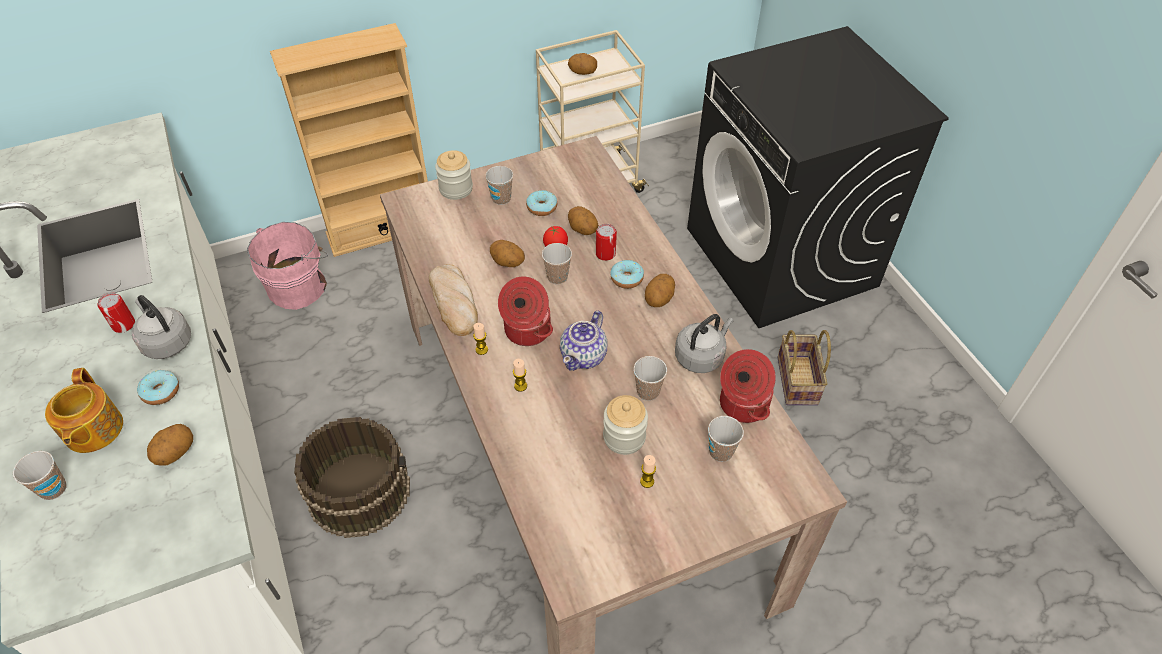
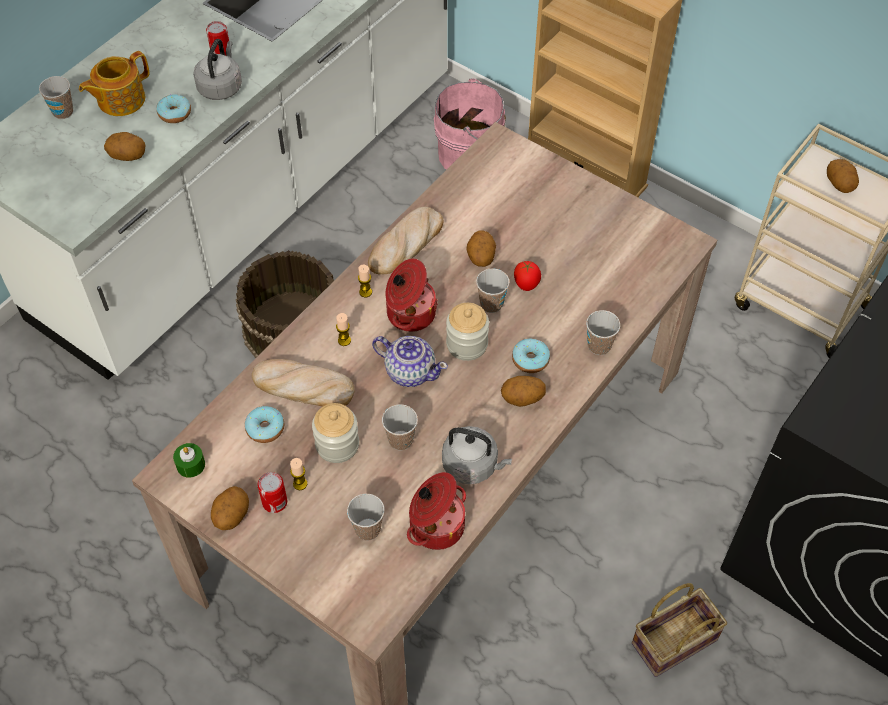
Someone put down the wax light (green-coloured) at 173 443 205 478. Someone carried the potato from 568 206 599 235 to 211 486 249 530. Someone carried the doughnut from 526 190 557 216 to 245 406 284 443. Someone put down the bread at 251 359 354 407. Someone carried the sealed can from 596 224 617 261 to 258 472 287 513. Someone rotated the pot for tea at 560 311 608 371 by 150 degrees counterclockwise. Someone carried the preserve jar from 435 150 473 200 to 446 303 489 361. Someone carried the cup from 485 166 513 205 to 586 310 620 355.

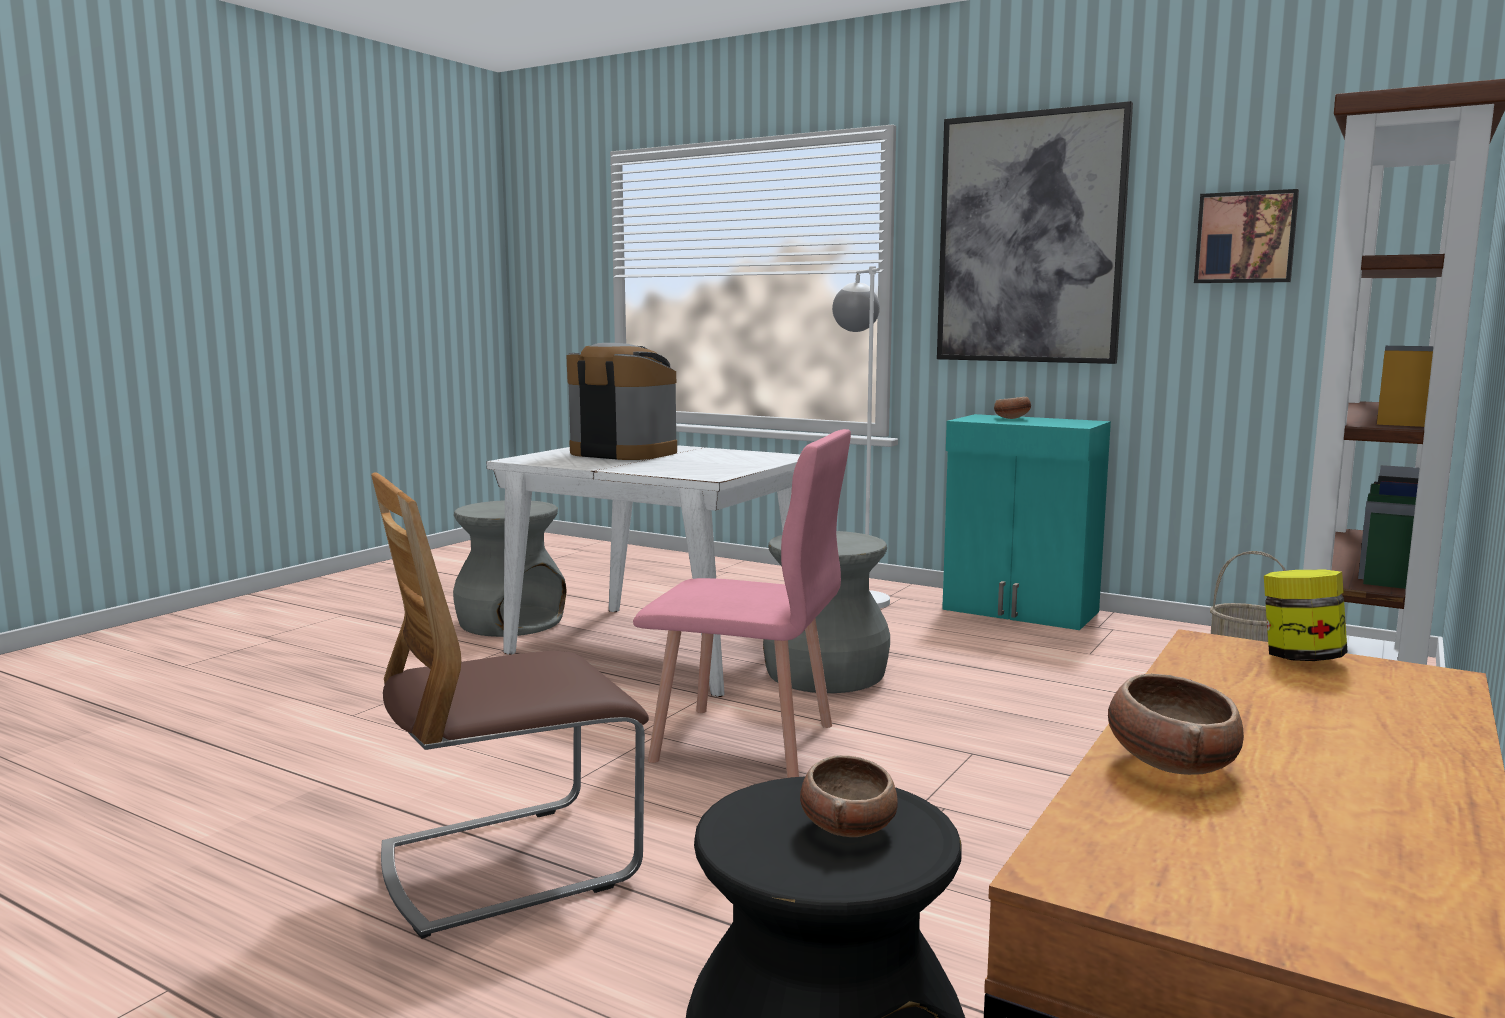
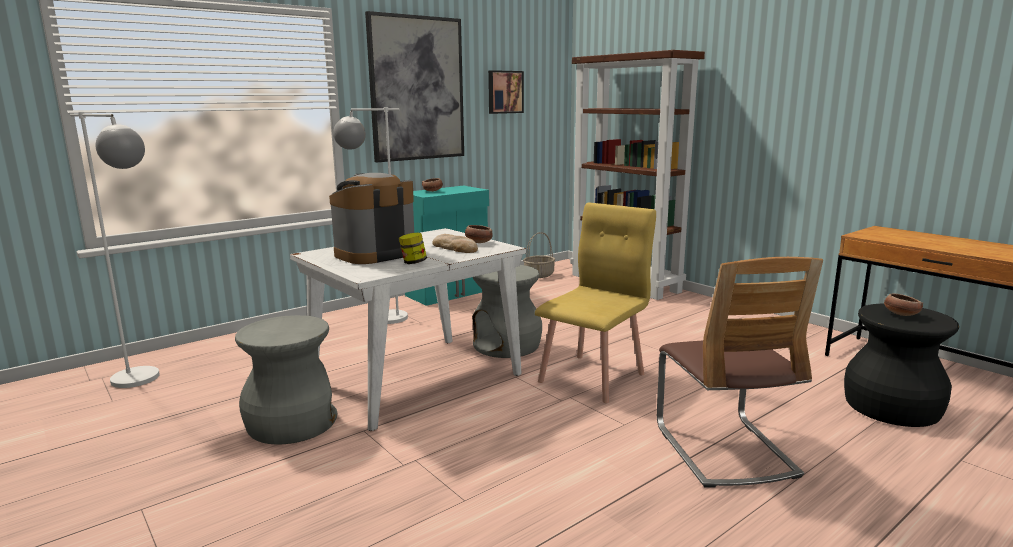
Someone put down the standing lamp (whitish) at 70 112 160 388. Someone carried the preserve jar from 1264 570 1348 661 to 399 232 427 264. Someone put down the bread at 432 234 478 253. Someone carried the serving bowl from 1108 674 1244 775 to 465 225 493 243. Someone repainted the plain chair (pinkish) at 633 429 851 778, which became the plain chair (yellow-coloured) at 535 202 656 403.

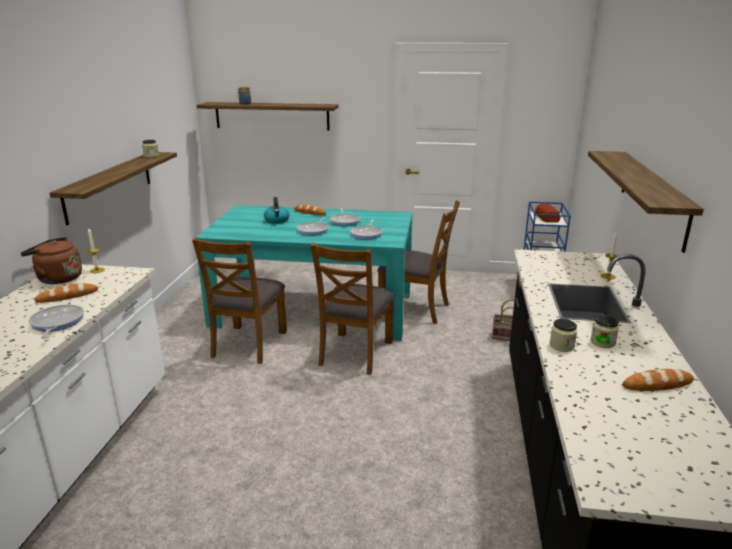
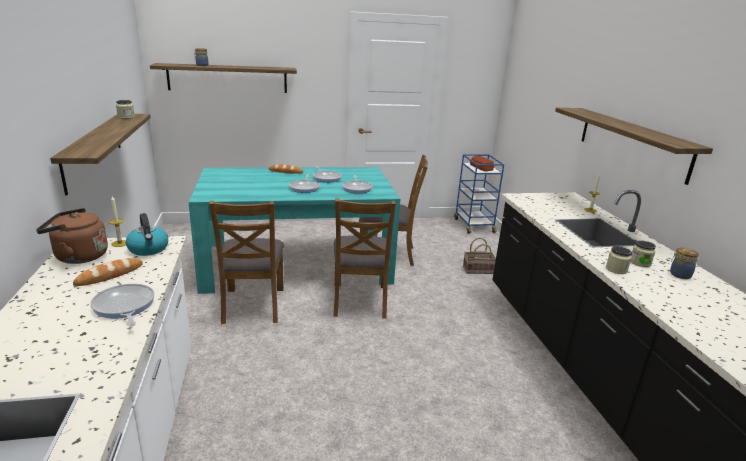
Someone carried the tea kettle from 264 197 289 224 to 126 213 168 256. Someone put down the preserve jar at 670 248 699 279. Someone took away the bread at 622 369 694 391.

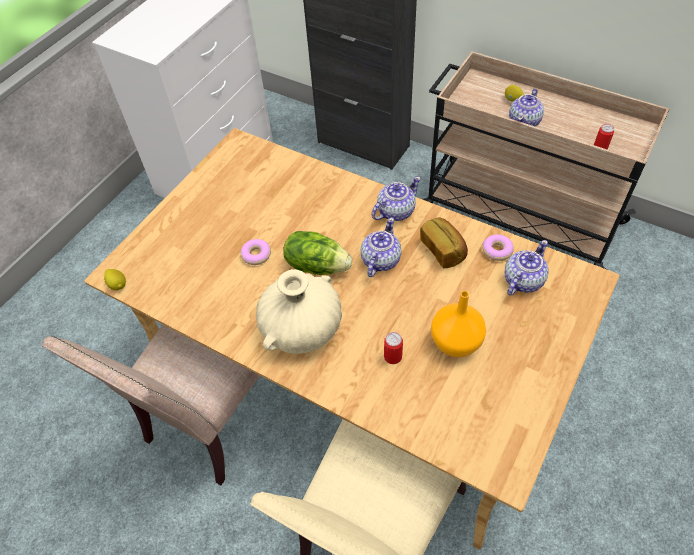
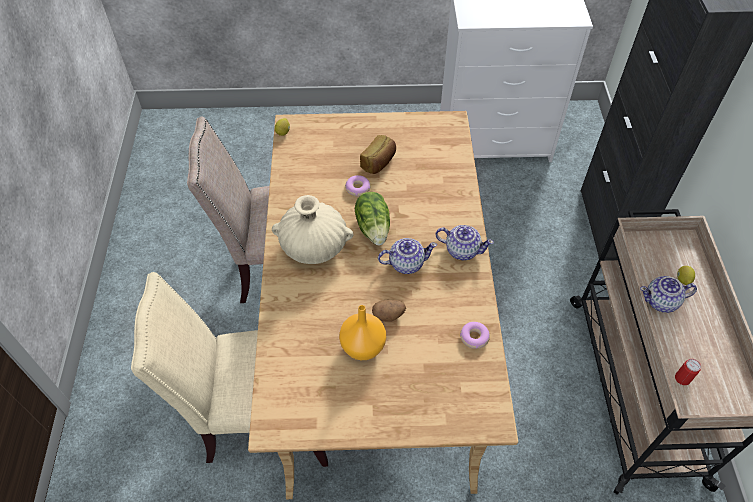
Someone carried the bread from 420 218 468 268 to 360 135 396 174. Someone put down the potato at 372 300 406 322. Someone took away the sealed can at 384 332 403 364. Someone took away the pot for tea at 504 240 549 296.

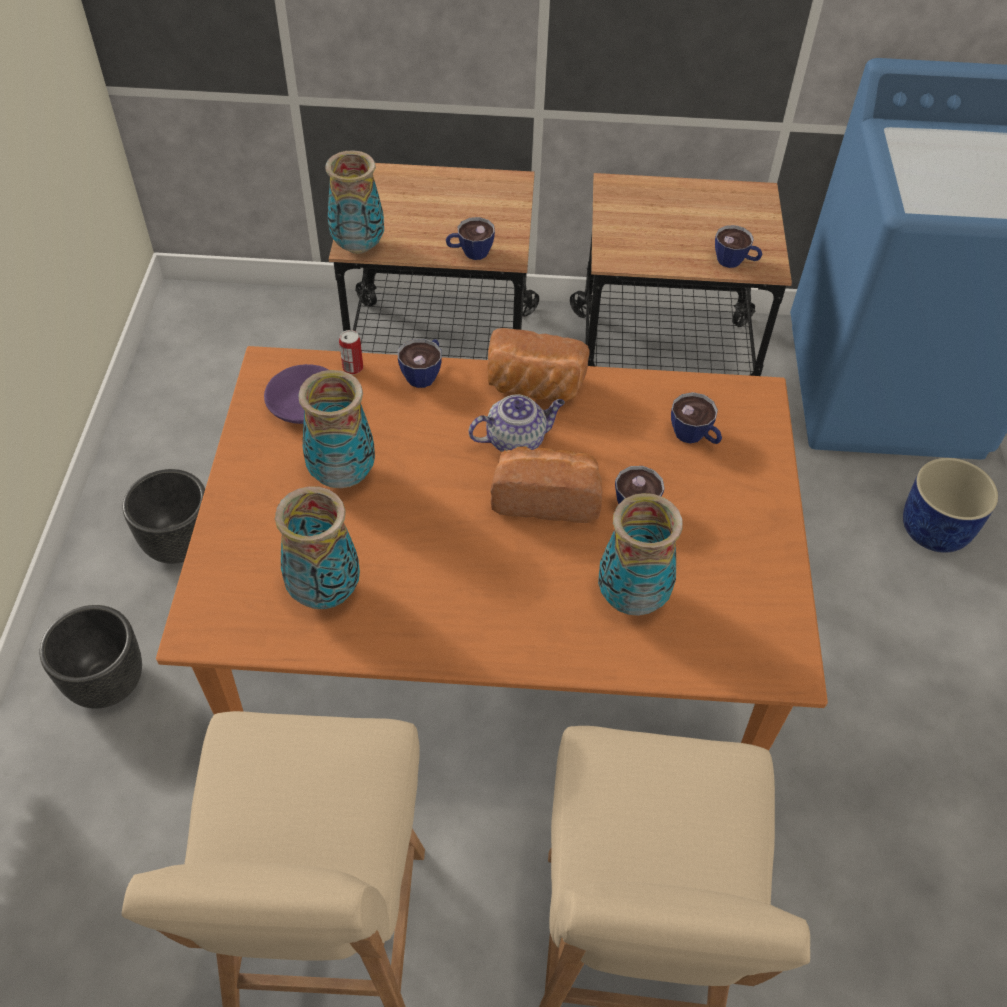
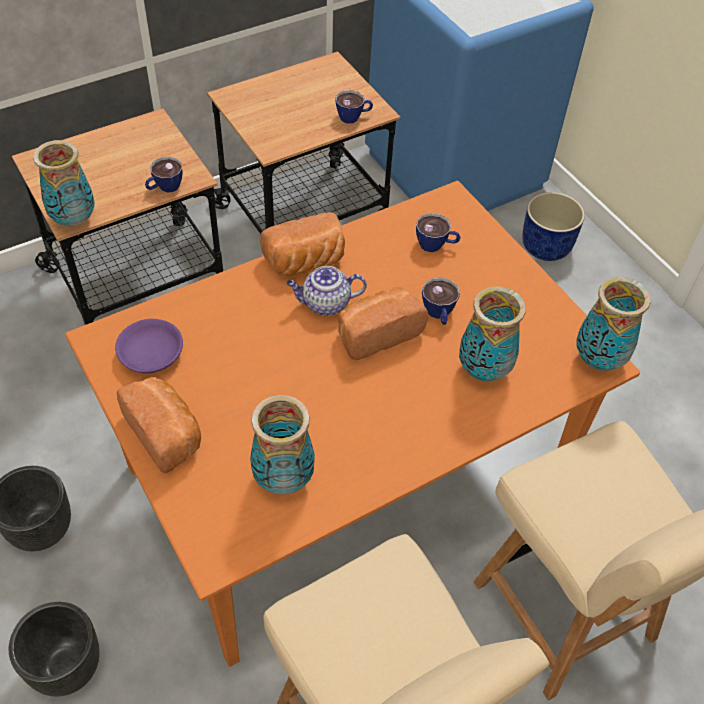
Someone put down the bread at 117 377 201 474. Someone rotated the pot for tea at 469 394 565 452 by 135 degrees counterclockwise. Someone carried the decorative vase from 298 370 375 488 to 576 277 651 371. Someone took away the sealed can at 339 330 363 375. Someone took away the cup at 398 339 442 388.

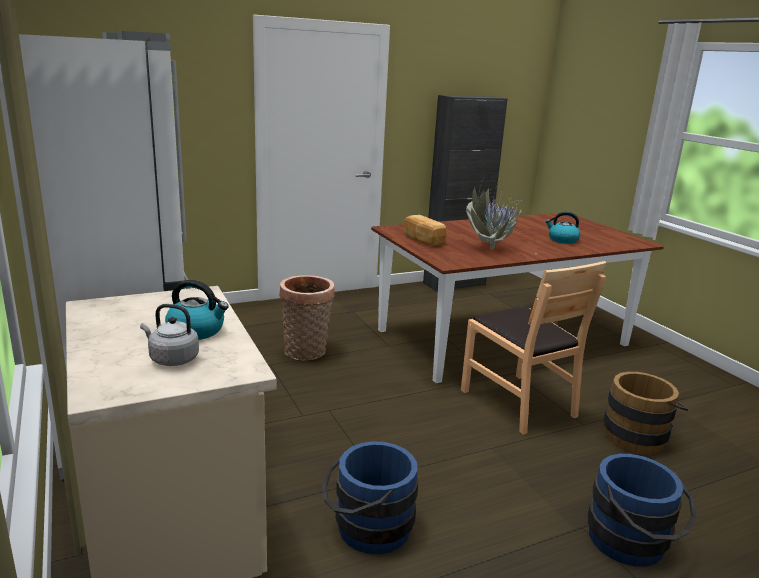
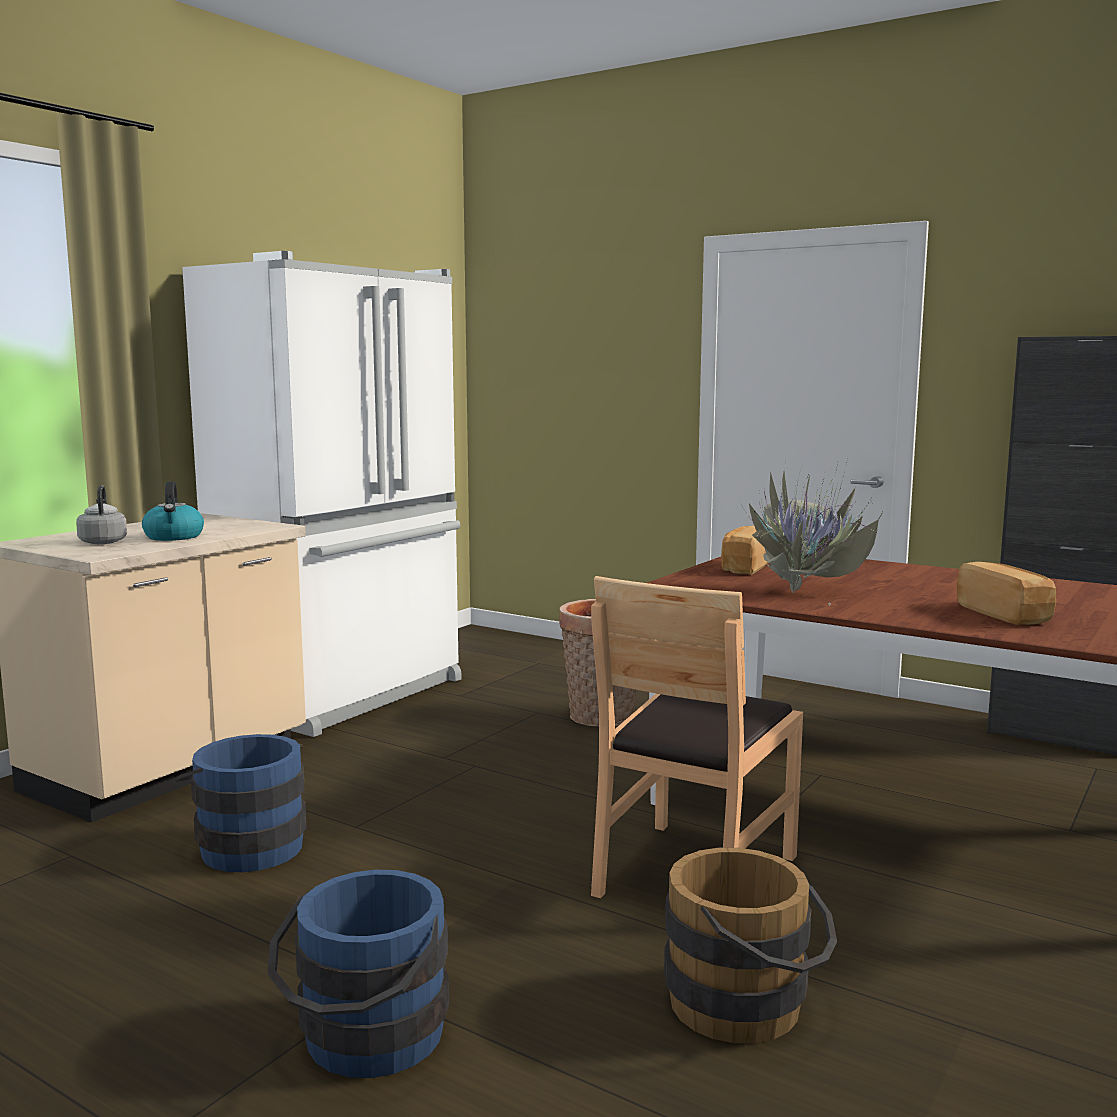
Someone swapped the tea kettle at 546 211 580 244 for the bread at 957 562 1056 625.

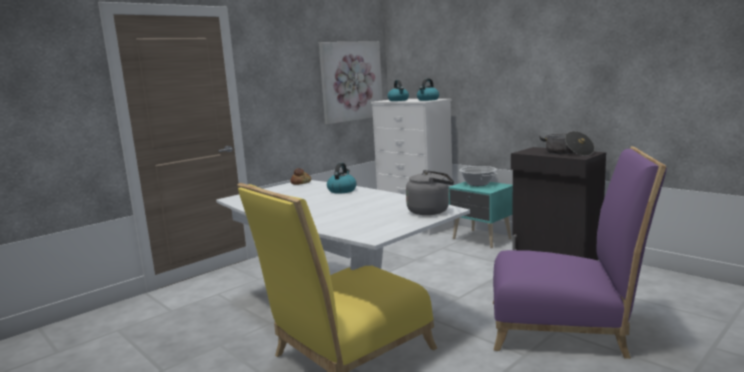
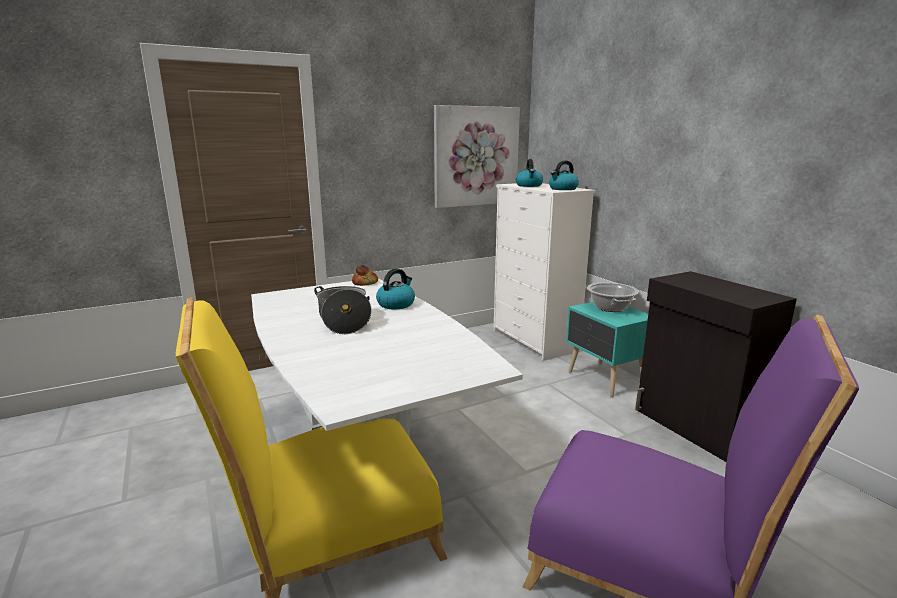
Someone carried the stockpot from 539 131 595 156 to 314 286 372 334. Someone took away the tea kettle (grey) at 406 170 454 215.

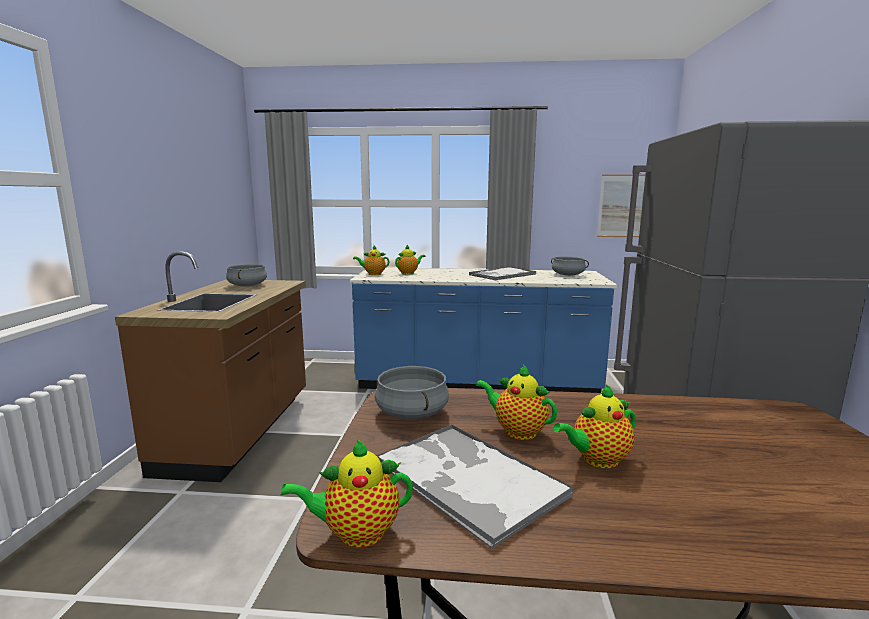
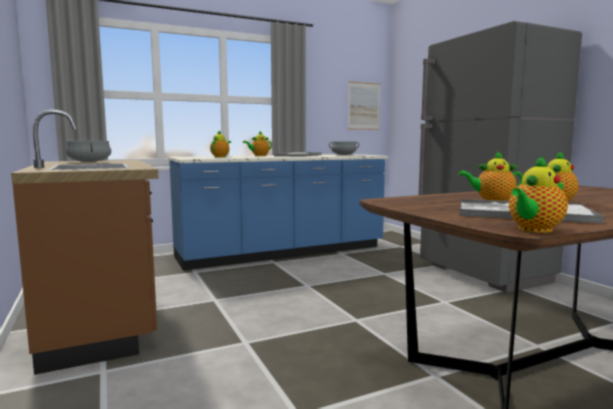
Someone carried the pot for tea from 353 245 389 275 to 243 131 272 156. Someone took away the stockpot (grey) at 375 366 449 419.

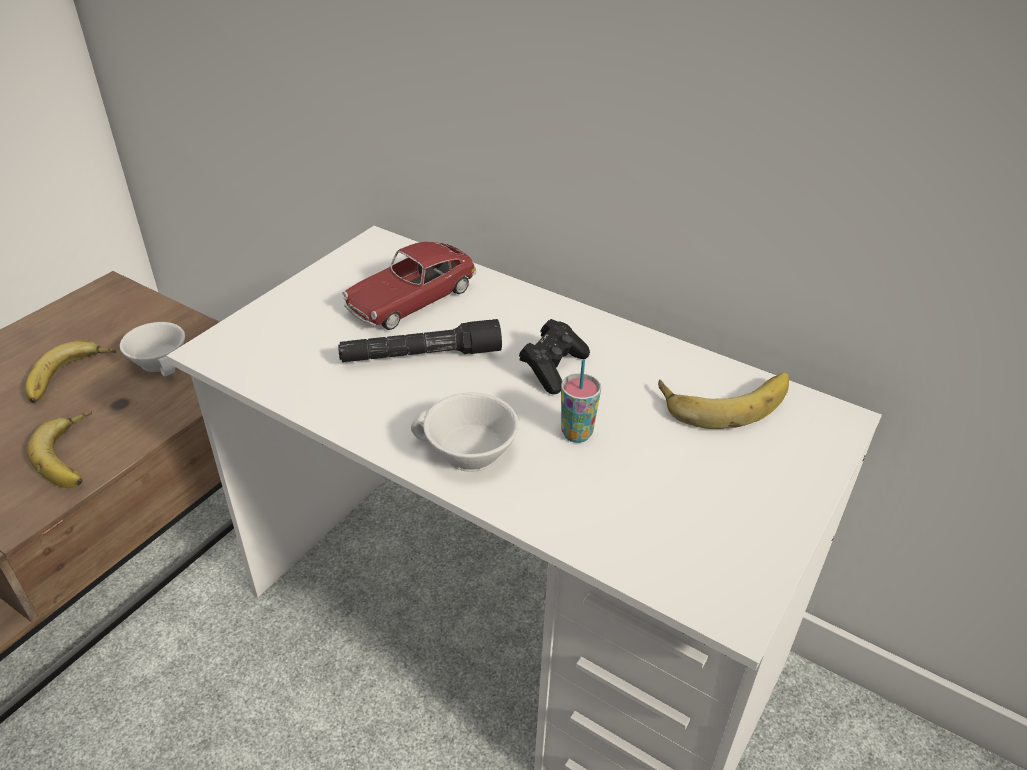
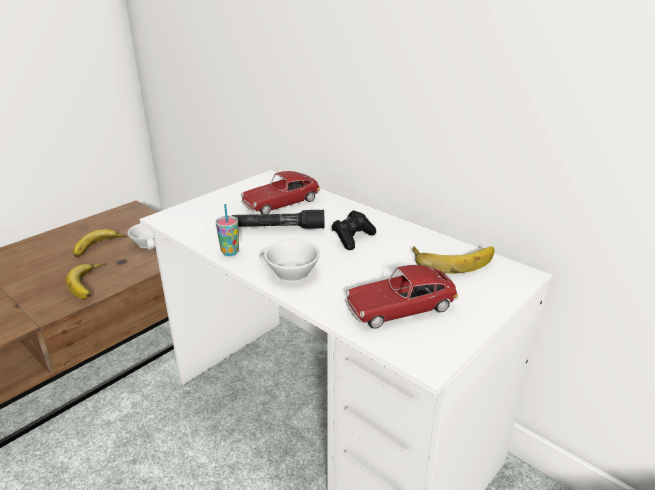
Someone carried the cup from 561 359 601 443 to 216 204 239 256. Someone put down the model car at 345 265 458 329.

